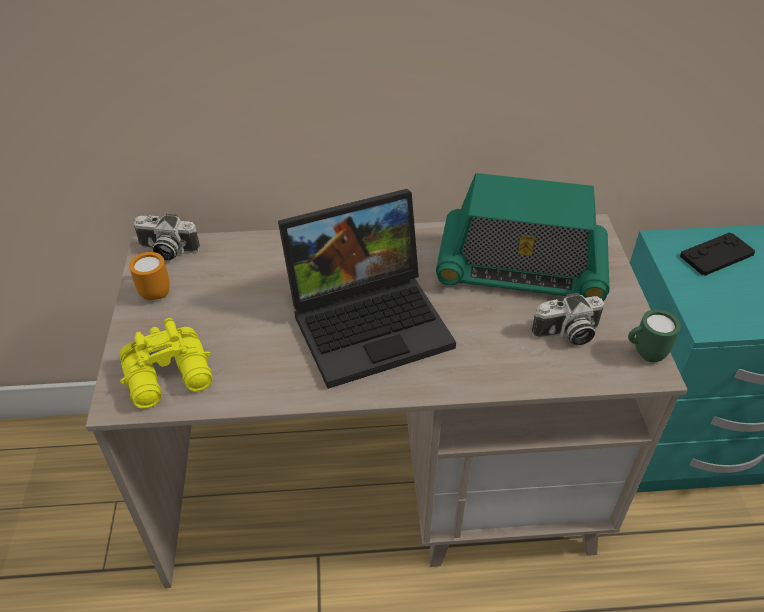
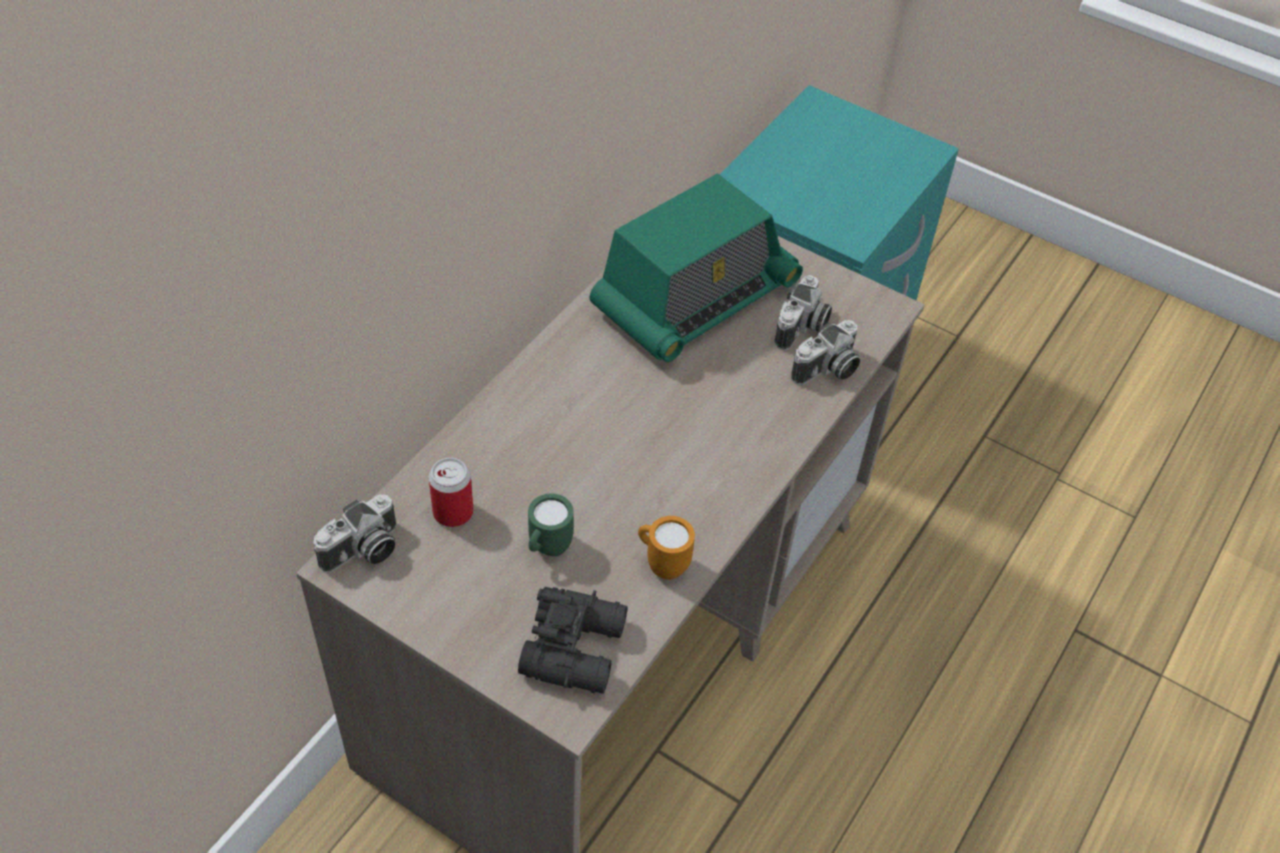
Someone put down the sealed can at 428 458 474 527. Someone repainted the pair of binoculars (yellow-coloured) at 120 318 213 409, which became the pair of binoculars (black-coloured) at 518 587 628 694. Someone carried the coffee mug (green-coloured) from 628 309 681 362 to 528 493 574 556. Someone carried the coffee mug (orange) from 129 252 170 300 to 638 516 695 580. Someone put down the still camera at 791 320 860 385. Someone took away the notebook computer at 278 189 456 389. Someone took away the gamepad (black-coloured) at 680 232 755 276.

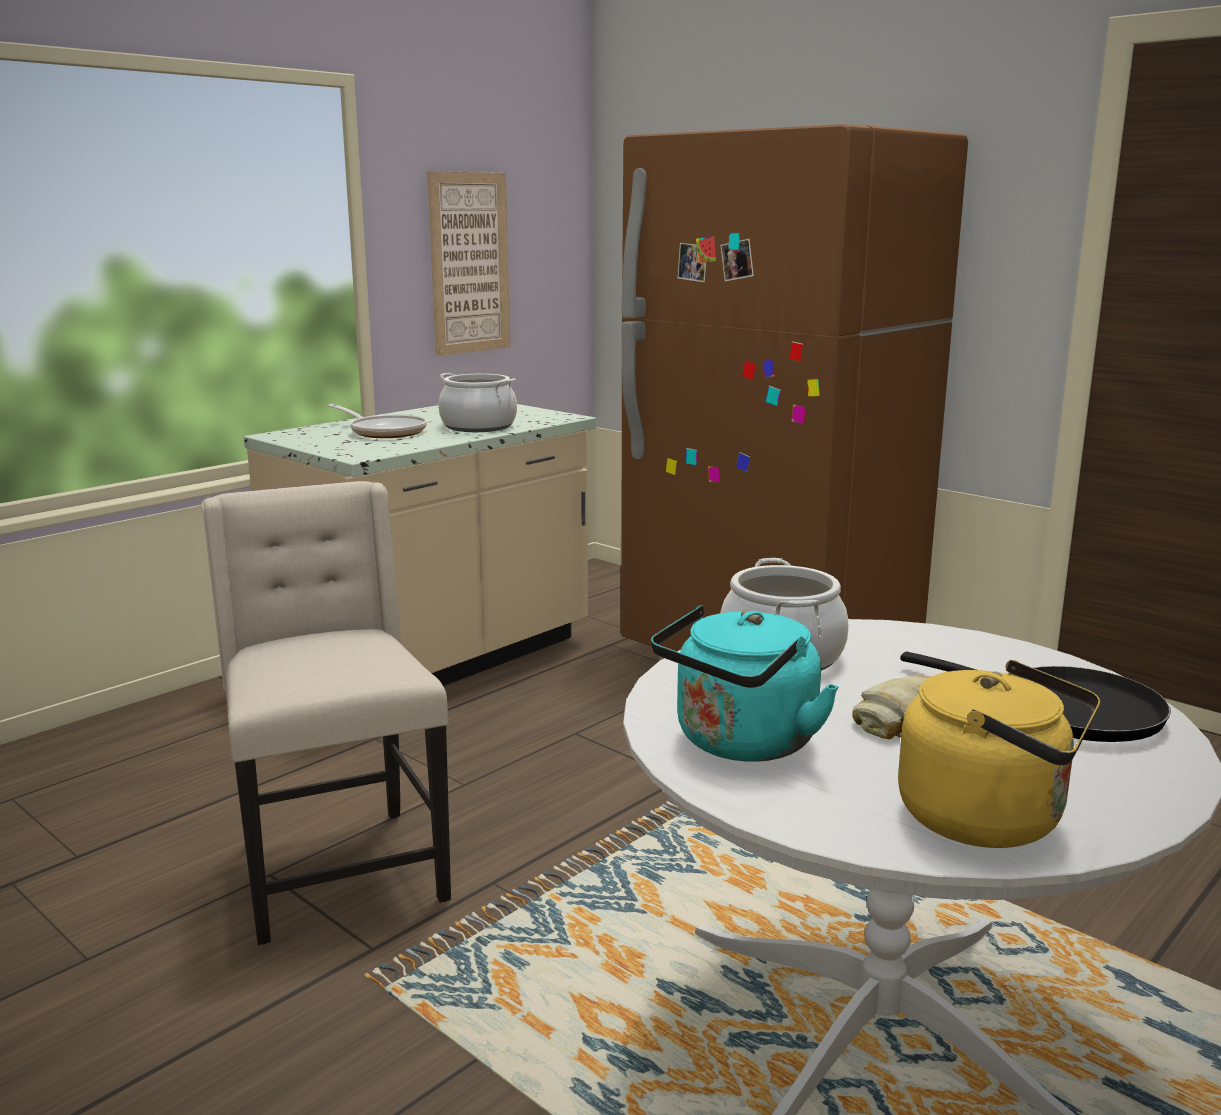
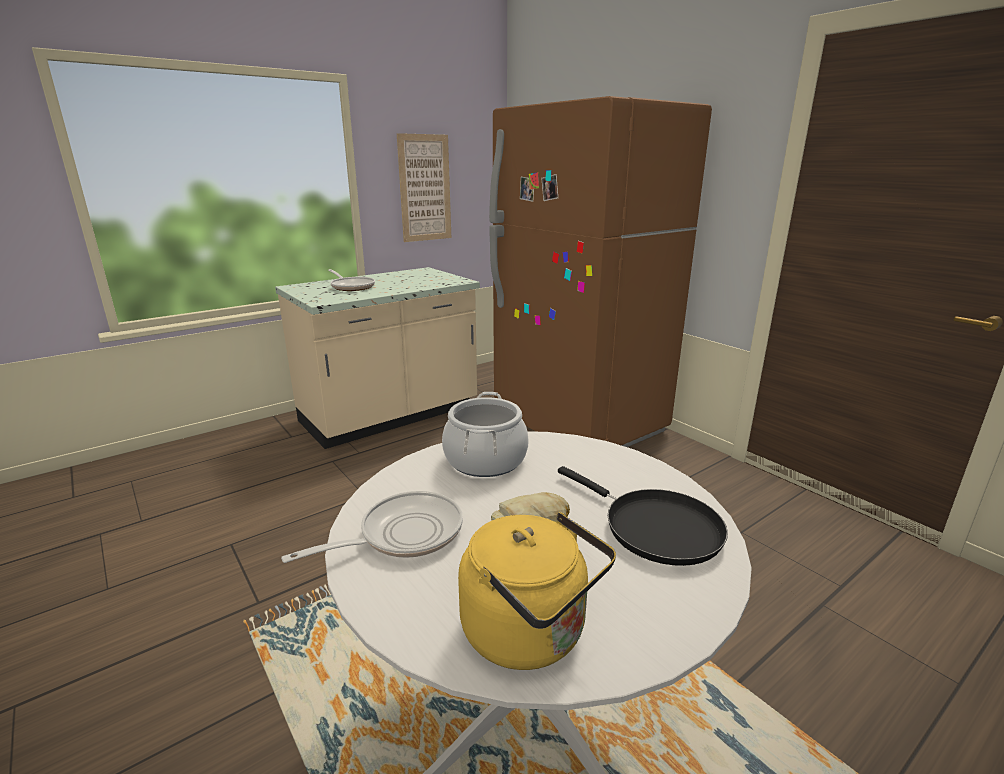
Someone swapped the tea kettle (turquoise-coloured) at 651 605 838 762 for the frying pan at 281 491 463 563. Someone took away the plain chair (beige) at 202 481 451 945. Someone took away the stockpot at 439 373 517 432.

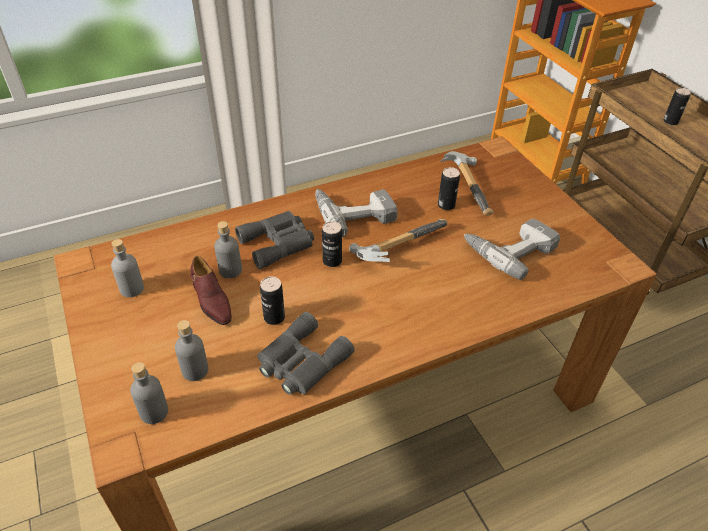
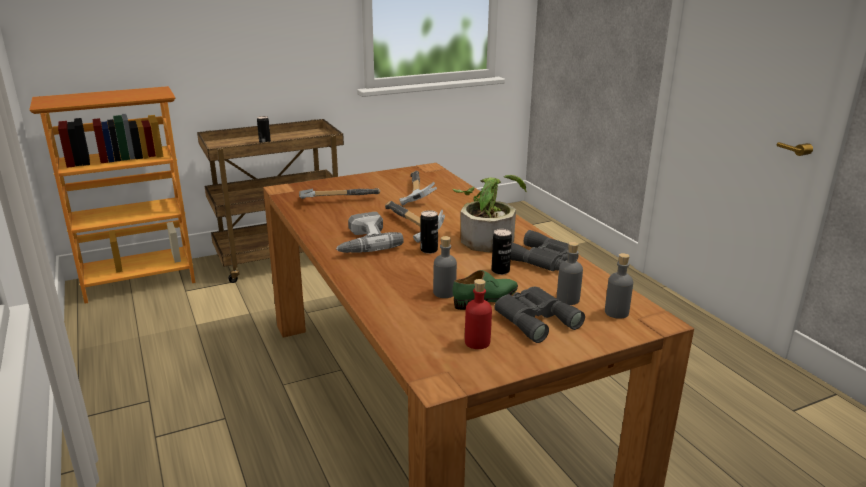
Someone swapped the electric drill at 464 219 560 280 for the hand hammer at 399 171 437 206. Someone repainted the item of footwear (brown-coloured) at 190 256 232 325, which became the item of footwear (green-coloured) at 452 270 518 310. Someone put down the potted plant at 453 175 527 253. Someone repainted the beverage bottle (grey) at 111 239 144 297, which became the beverage bottle (red-coloured) at 465 279 492 349. Someone carried the pair of binoculars (grey) from 235 211 314 269 to 494 287 585 343. Someone took away the sealed can at 438 167 460 210.

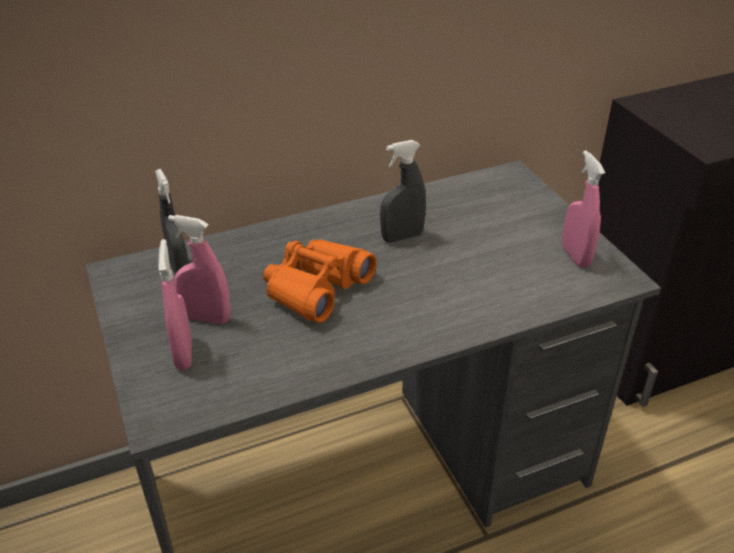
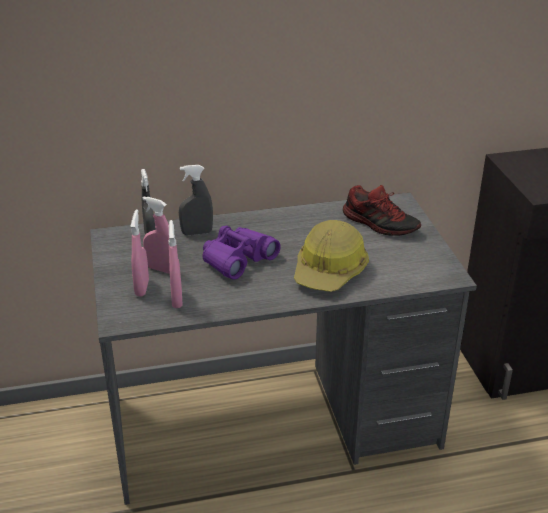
Someone carried the spray bottle (pinkish) from 562 150 605 268 to 168 220 183 308. Someone carried the spray bottle (grey) from 380 140 426 242 to 179 165 213 235. Someone repainted the pair of binoculars (orange) at 263 239 377 323, which became the pair of binoculars (purple) at 203 226 281 279. Someone put down the safety helmet at 294 220 369 292. Someone put down the item of footwear at 343 185 421 236.

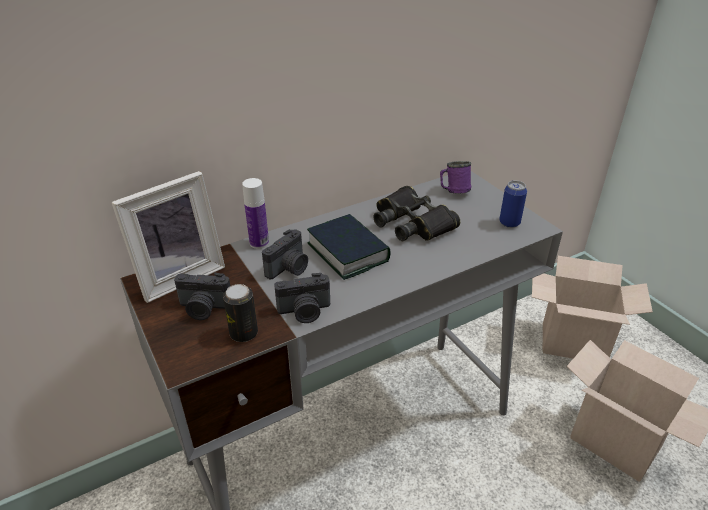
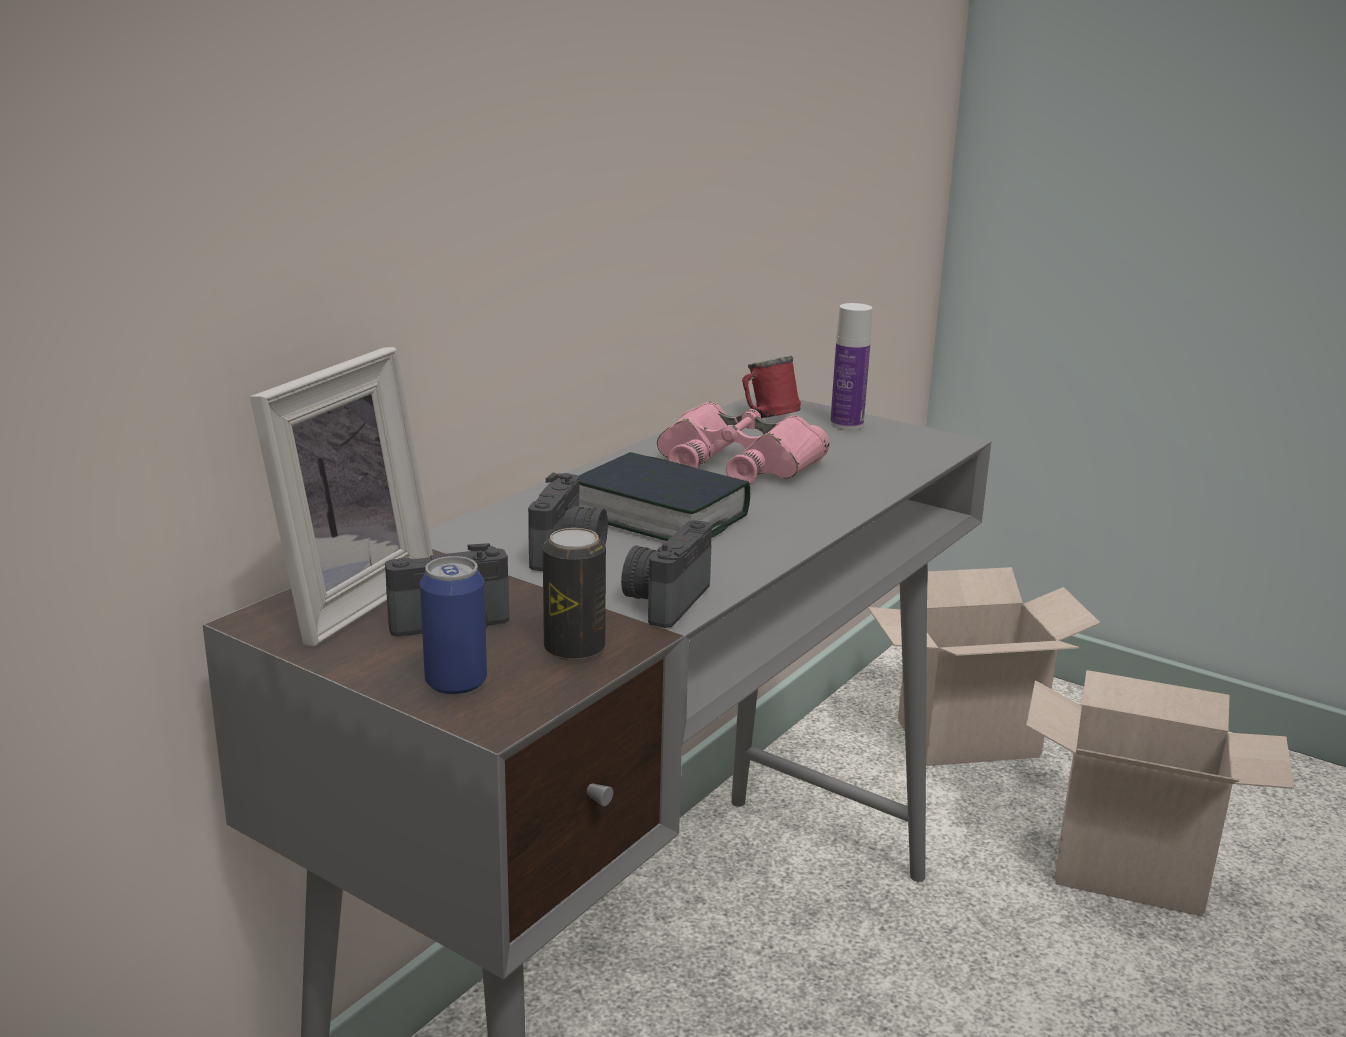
Someone carried the sealed can from 499 180 527 228 to 420 556 487 696. Someone rotated the still camera at 274 273 330 323 by 150 degrees clockwise. Someone repainted the pair of binoculars (black-coloured) at 373 186 460 241, which became the pair of binoculars (pinkish) at 657 402 830 484. Someone repainted the coffee mug (purple) at 440 161 471 193, which became the coffee mug (red-coloured) at 742 356 801 418. Someone carried the beverage bottle from 242 178 269 249 to 830 303 872 430.

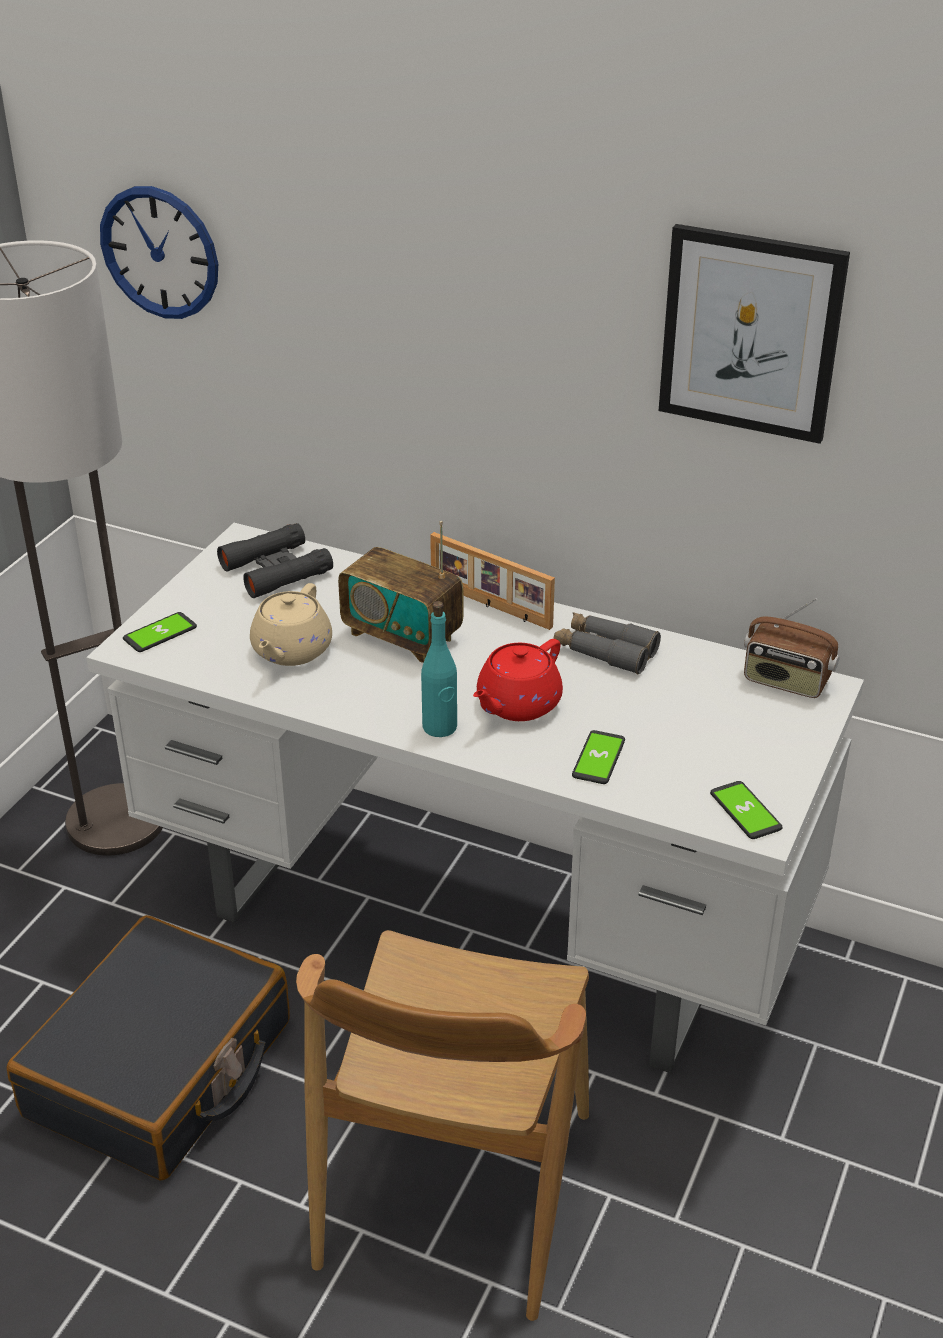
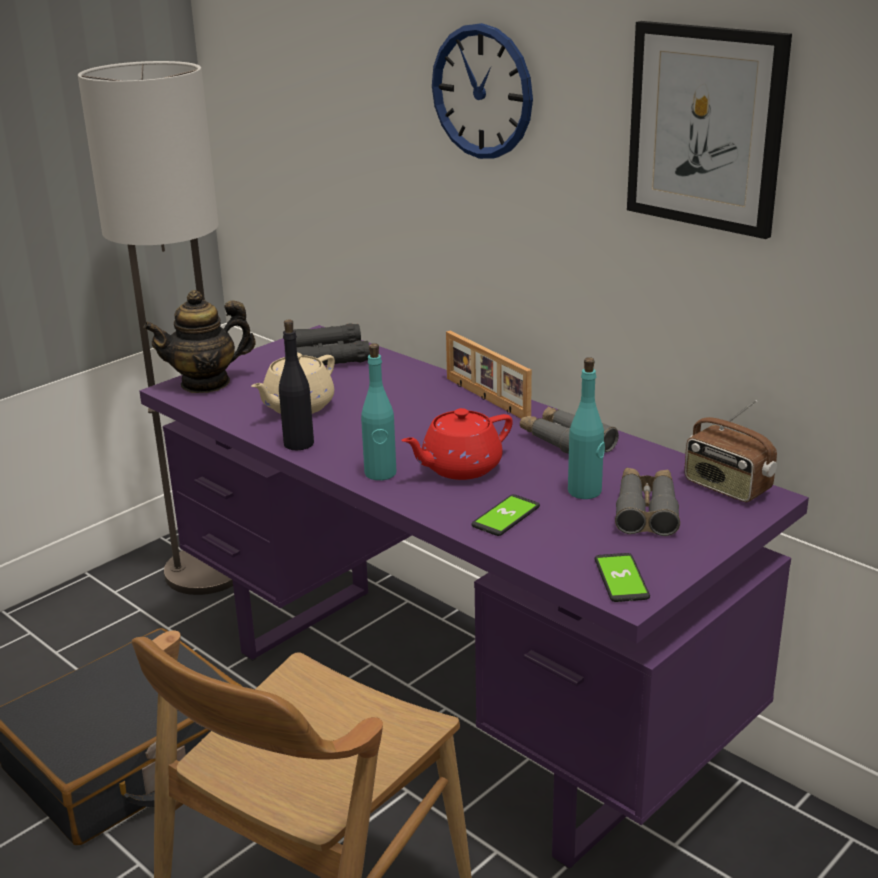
Someone repainted the desk (whitish) at 86 523 864 1073, which became the desk (purple) at 139 325 809 869. Someone swapped the telephone at 123 612 197 652 for the pot for tea at 143 290 256 393. Someone put down the beverage bottle (black-coloured) at 279 320 314 450. Someone carried the wall clock from 100 186 218 319 to 432 23 533 159. Someone put down the beverage bottle (turquoise-coloured) at 568 357 605 499. Someone put down the pair of binoculars (grey) at 615 468 680 536. Someone took away the radio set at 338 521 463 663.

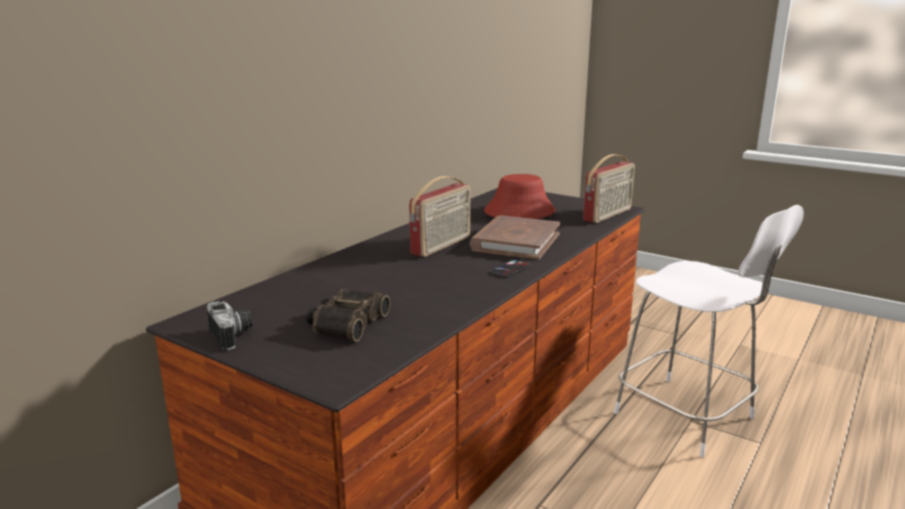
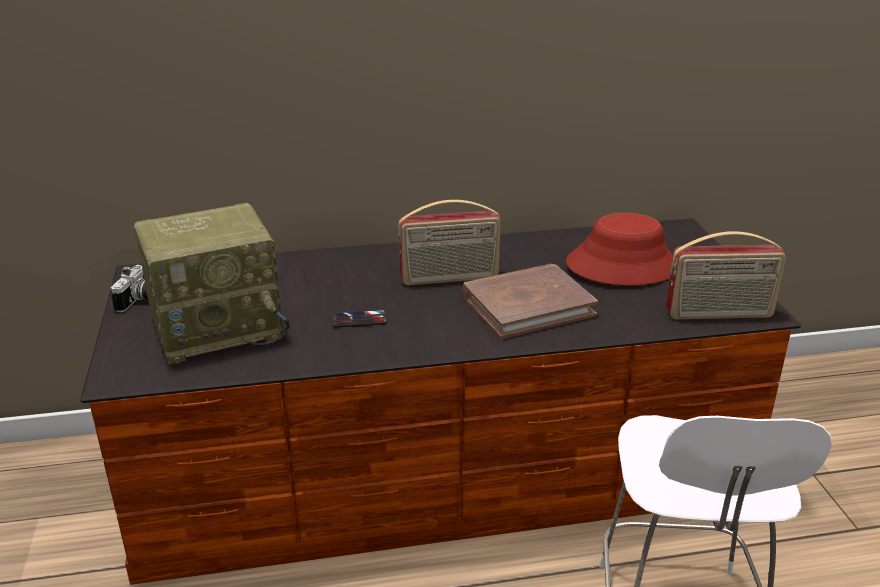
Someone swapped the pair of binoculars at 306 289 390 342 for the radio set at 134 203 290 365. Someone carried the telephone from 489 260 530 278 to 332 310 387 328.

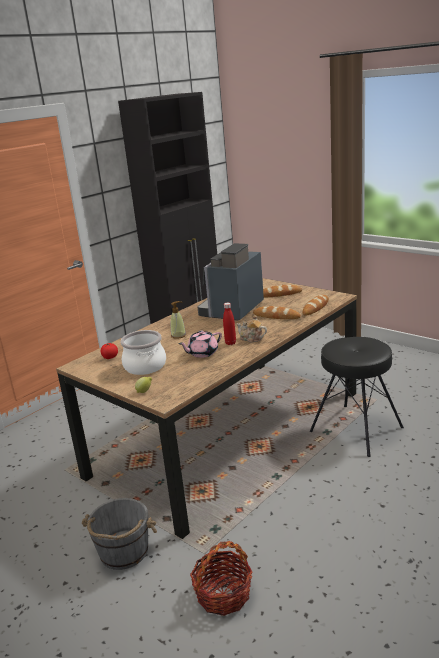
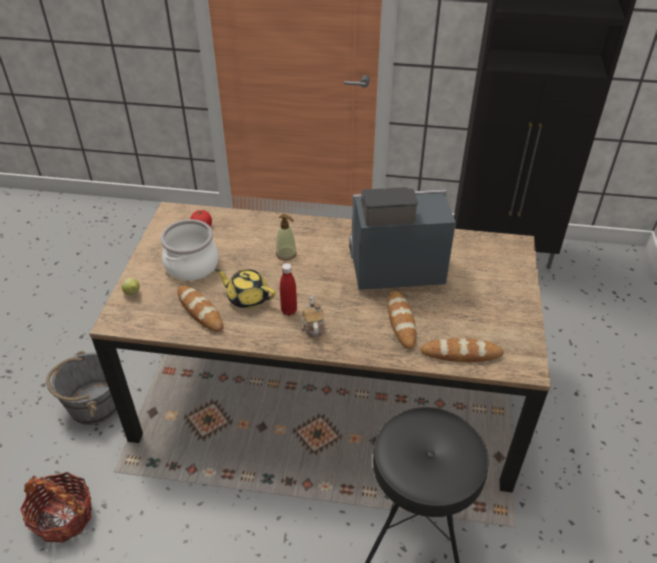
Someone carried the bread from 263 285 302 297 to 177 285 223 332. Someone repainted the pot for tea (pinkish) at 178 331 222 358, which became the pot for tea (yellow-coloured) at 215 269 276 309.

